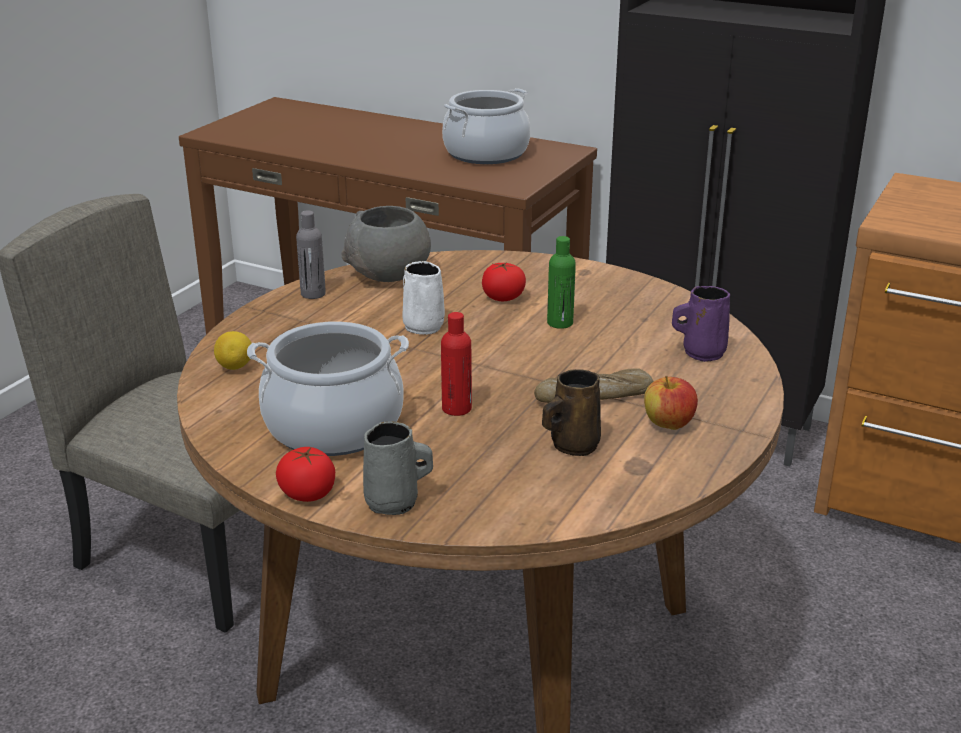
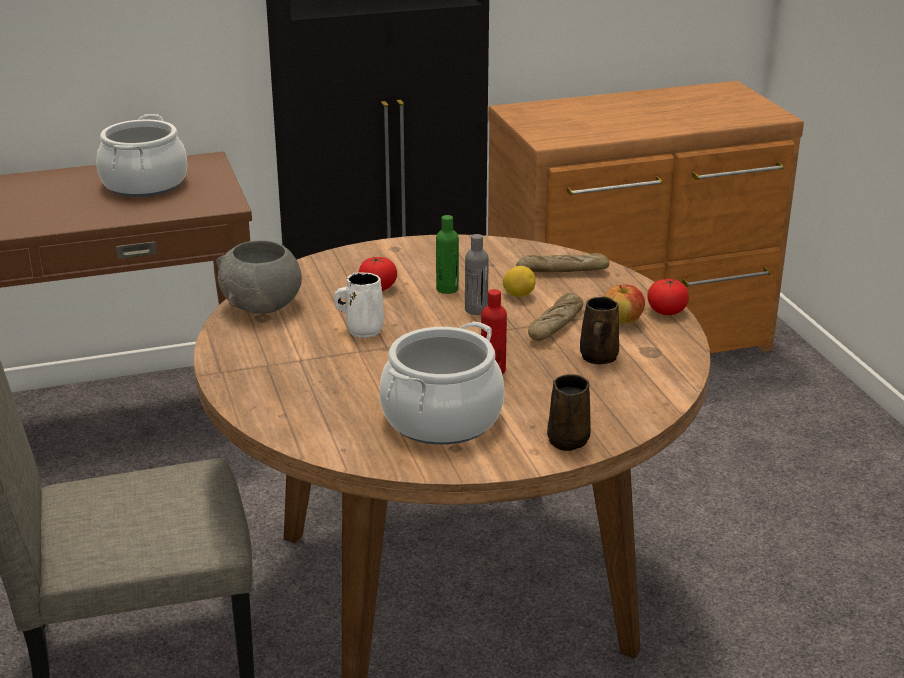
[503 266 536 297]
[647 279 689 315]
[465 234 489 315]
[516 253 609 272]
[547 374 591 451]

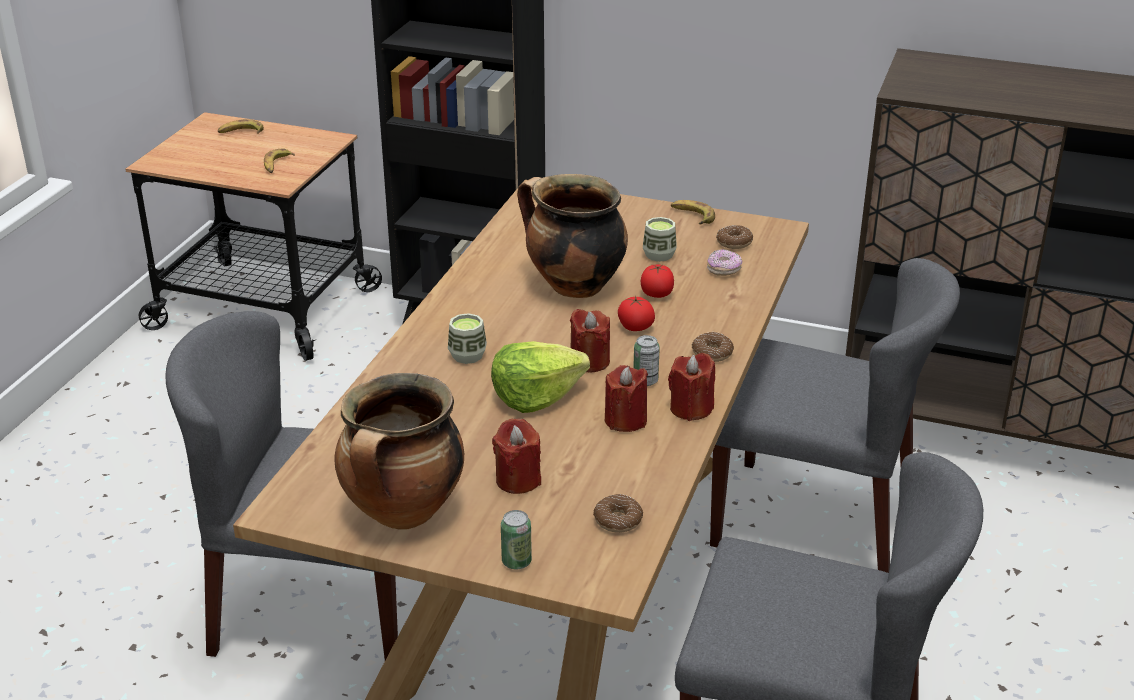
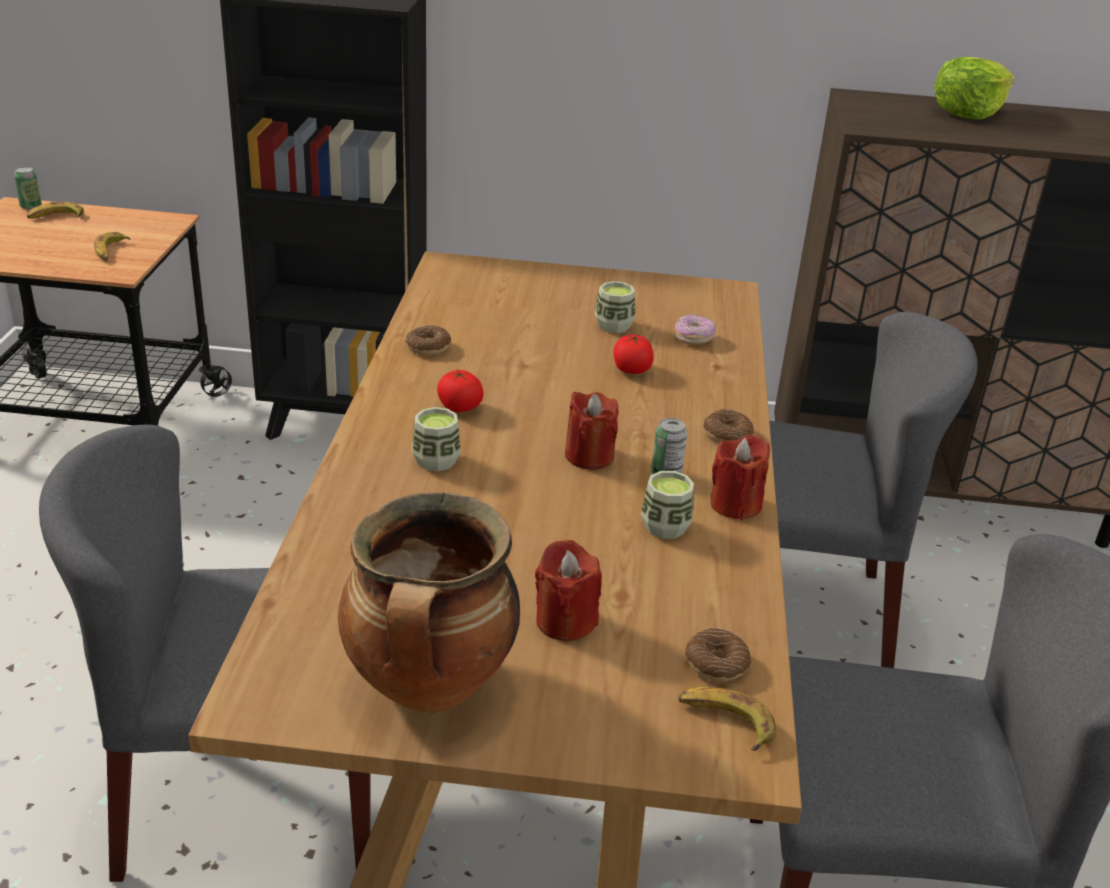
[517 174 628 298] (first image)
[934 57 1014 119]
[14 167 41 210]
[437 369 483 412]
[678 687 776 751]
[405 325 451 355]
[641 471 694 539]

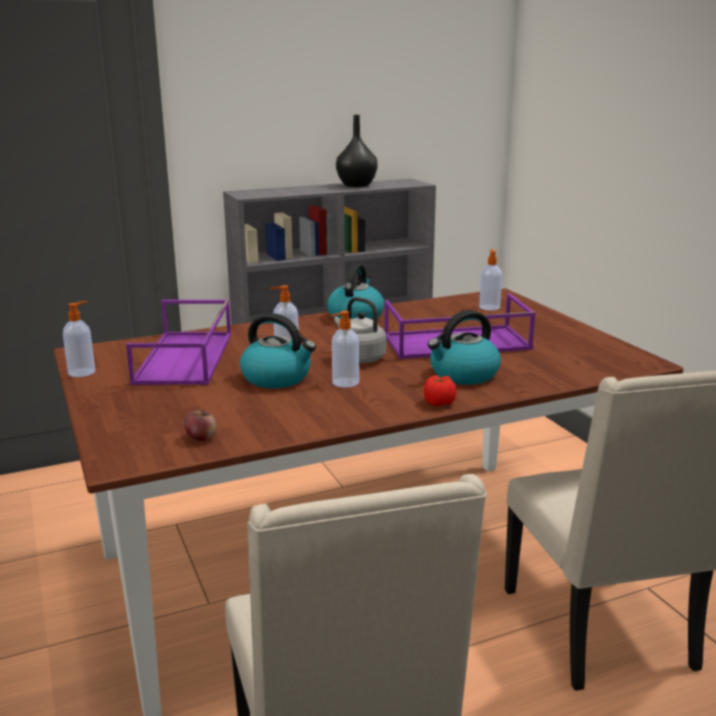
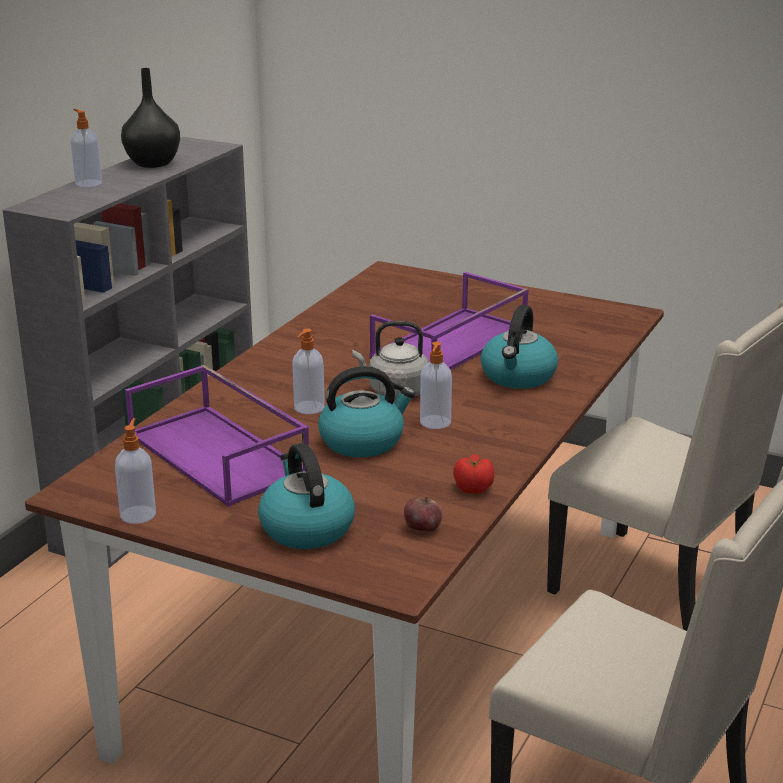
[258 443 355 549]
[453 454 495 494]
[71 109 102 187]

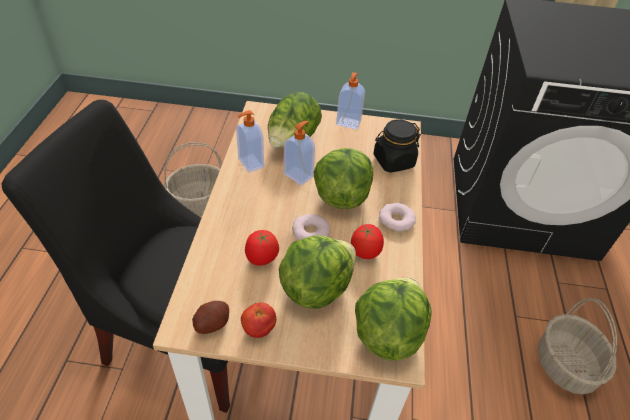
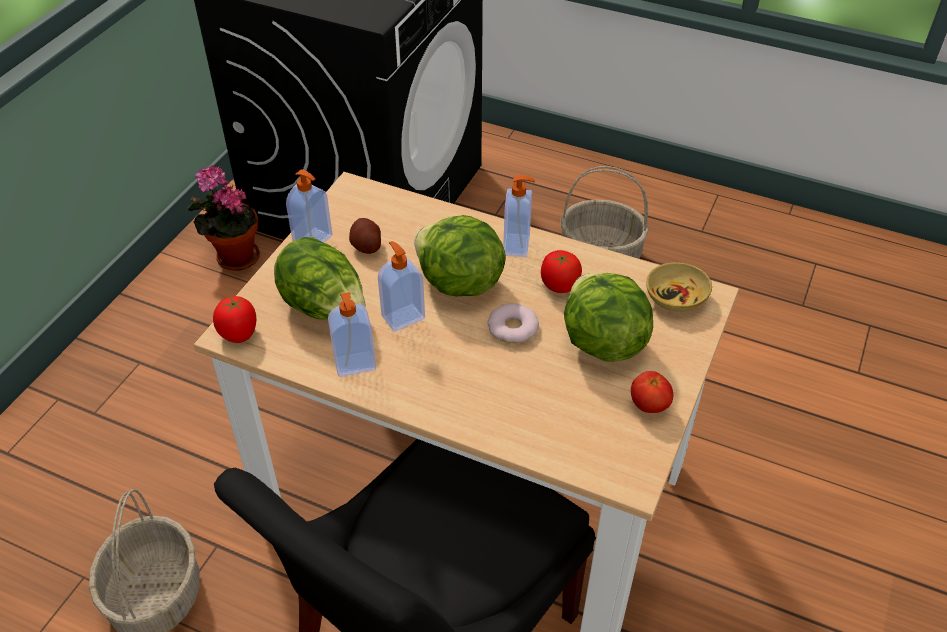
[373 119 421 173] (first image)
[188 165 260 271]
[349 218 381 254]
[213 296 256 343]
[646 262 712 312]
[503 175 535 257]

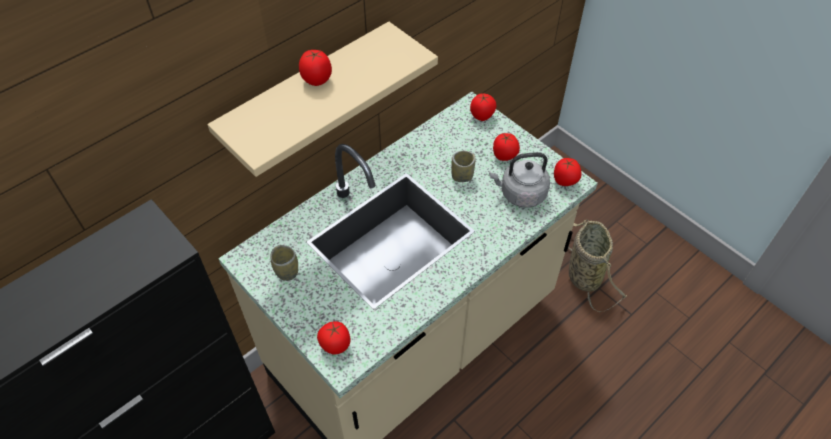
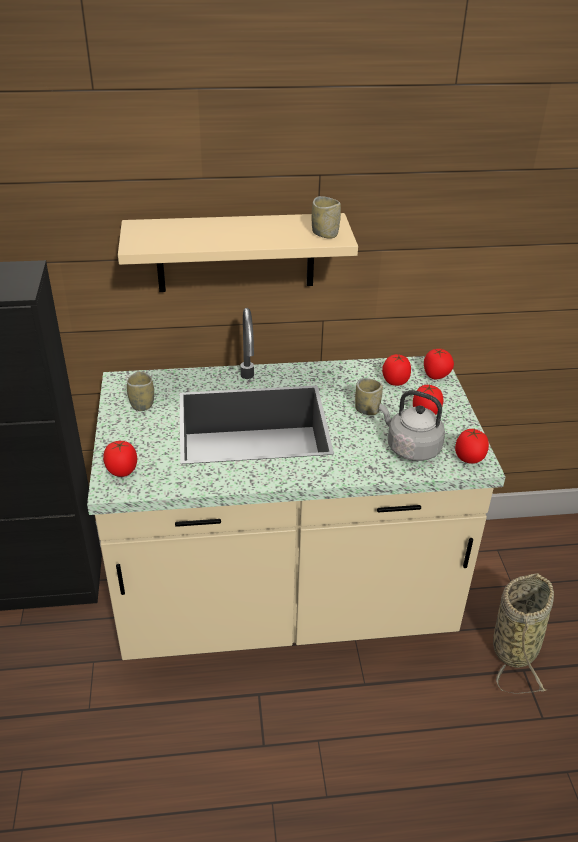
[311 196 341 239]
[382 354 411 386]

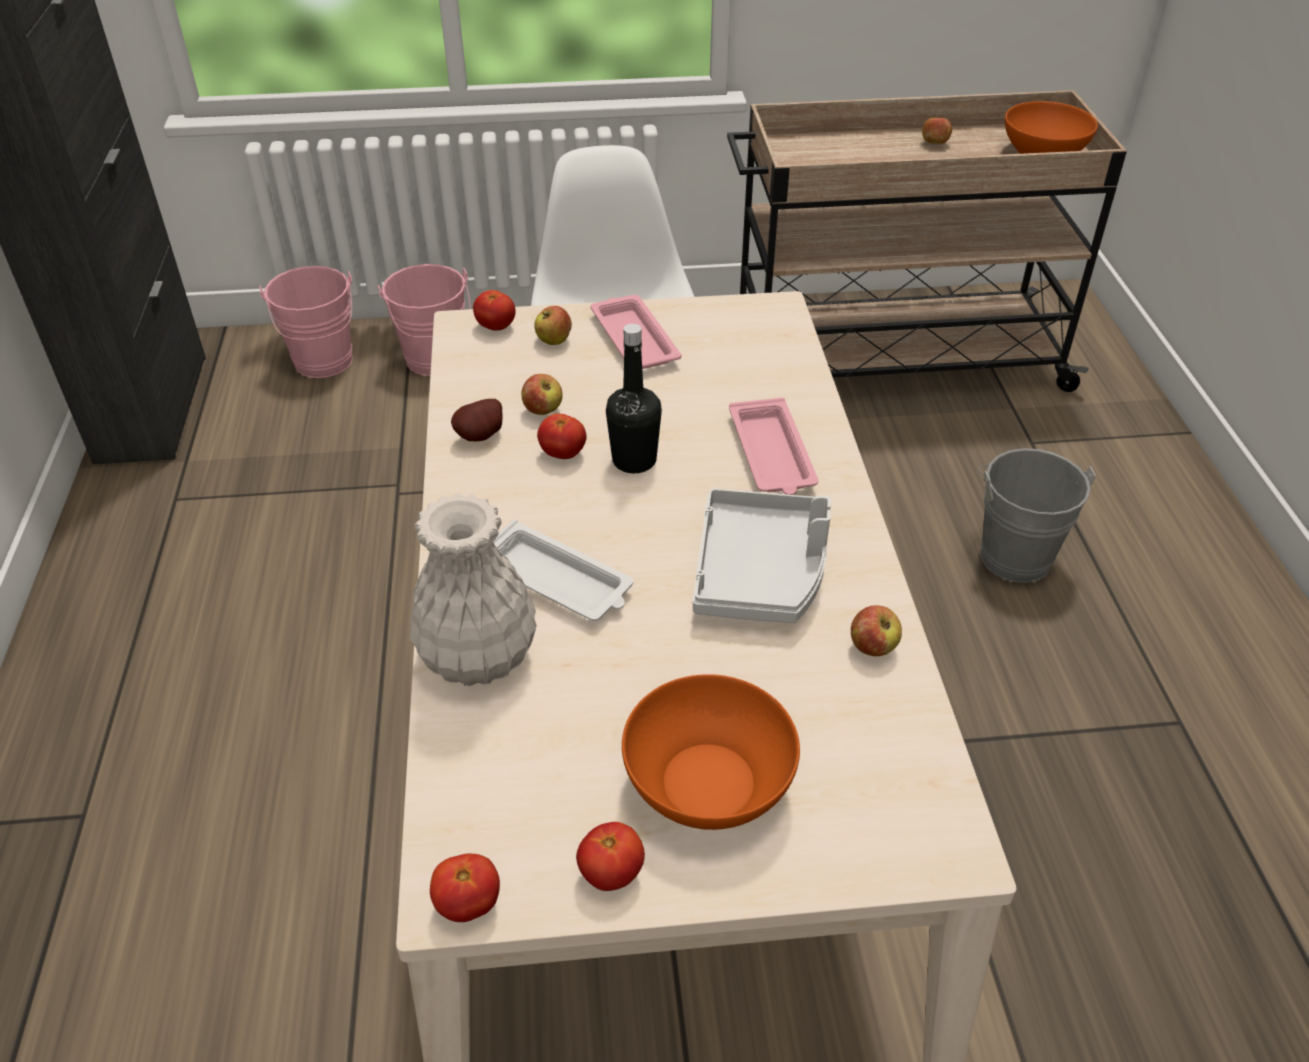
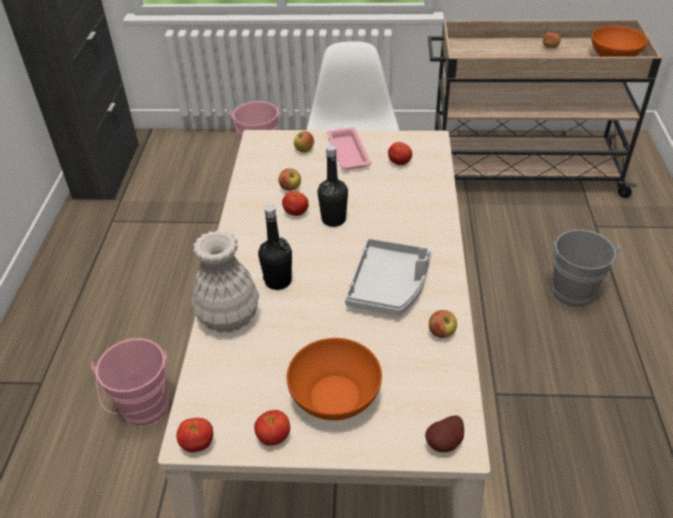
[729 398 818 495] (first image)
[91 338 169 427]
[425 416 464 452]
[388 142 412 165]
[258 205 292 290]

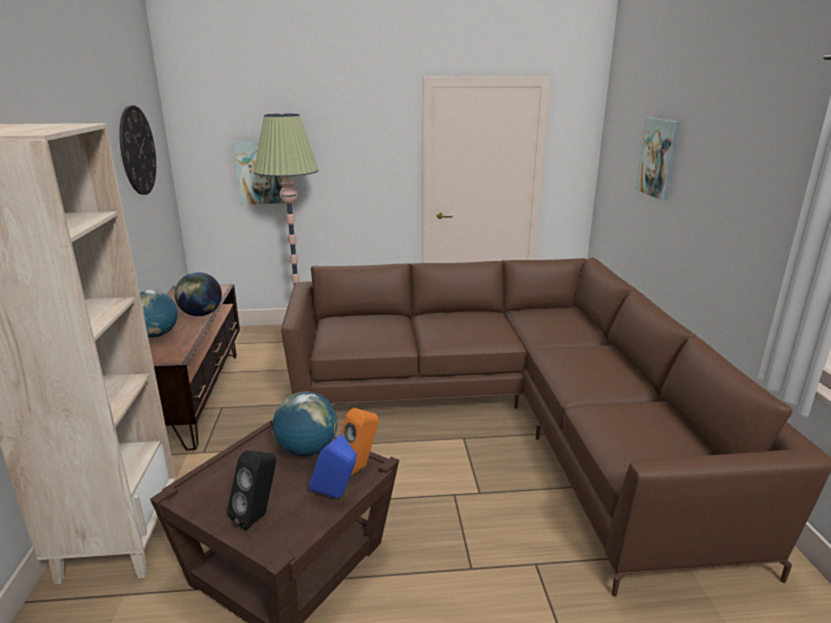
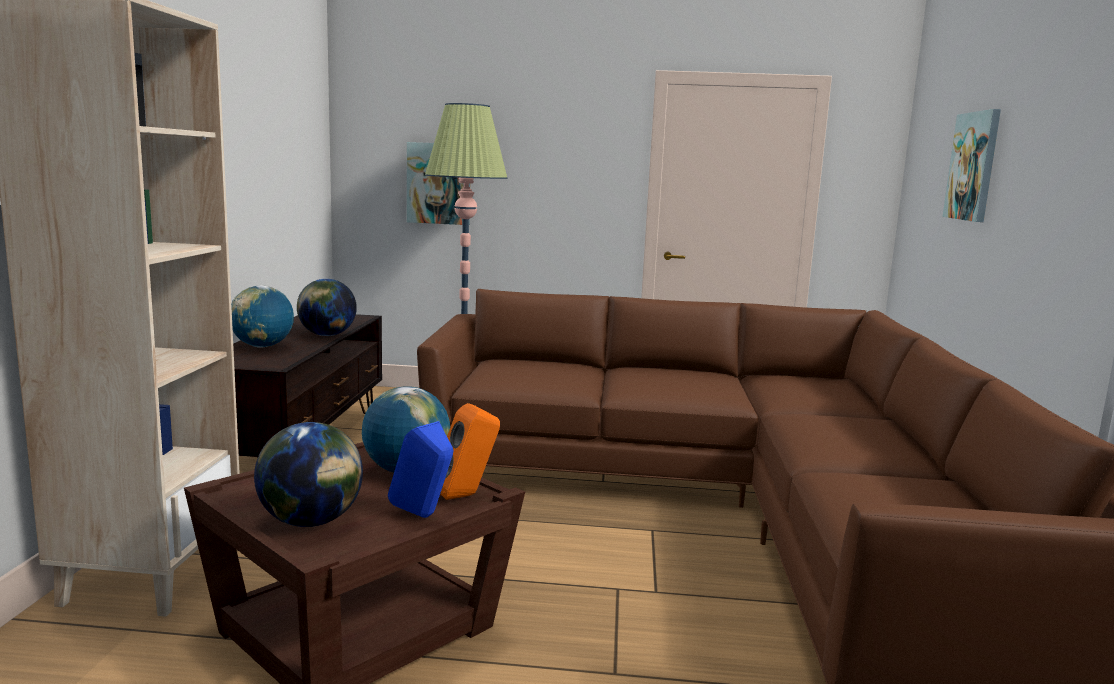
[119 105 156 195] (first image)
[254 422 363 527]

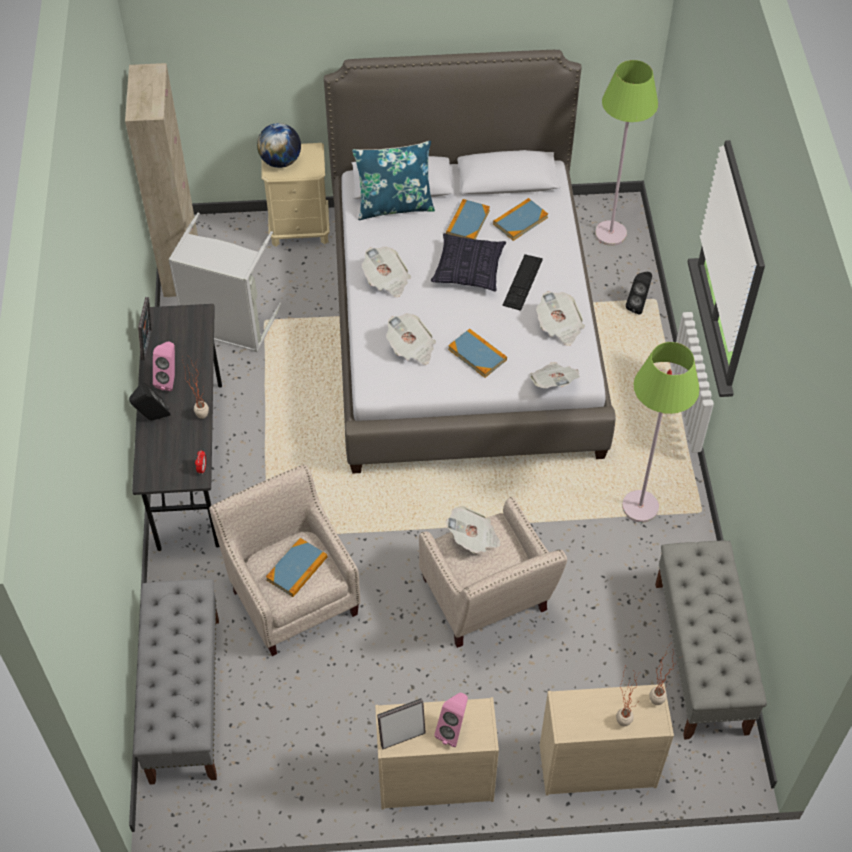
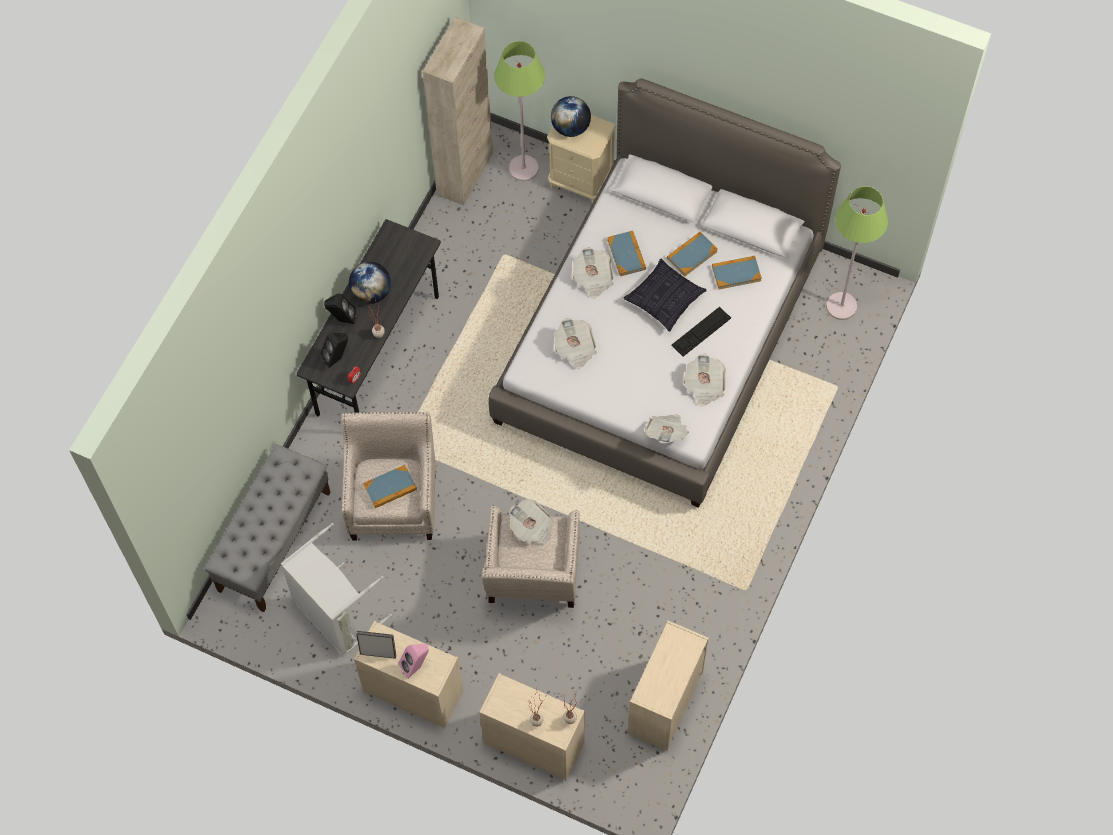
[138 297 152 361] (first image)
[352 141 435 220] (first image)
[281 523 392 657]
[607 231 646 276]
[494 41 545 181]
[321 333 348 368]
[349 262 391 304]
[627 620 709 751]

